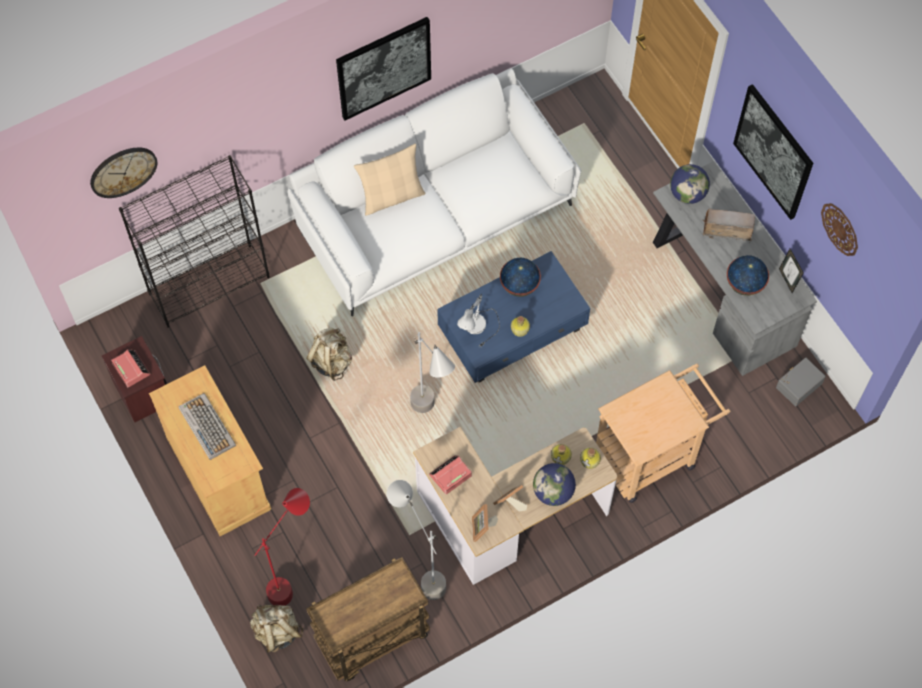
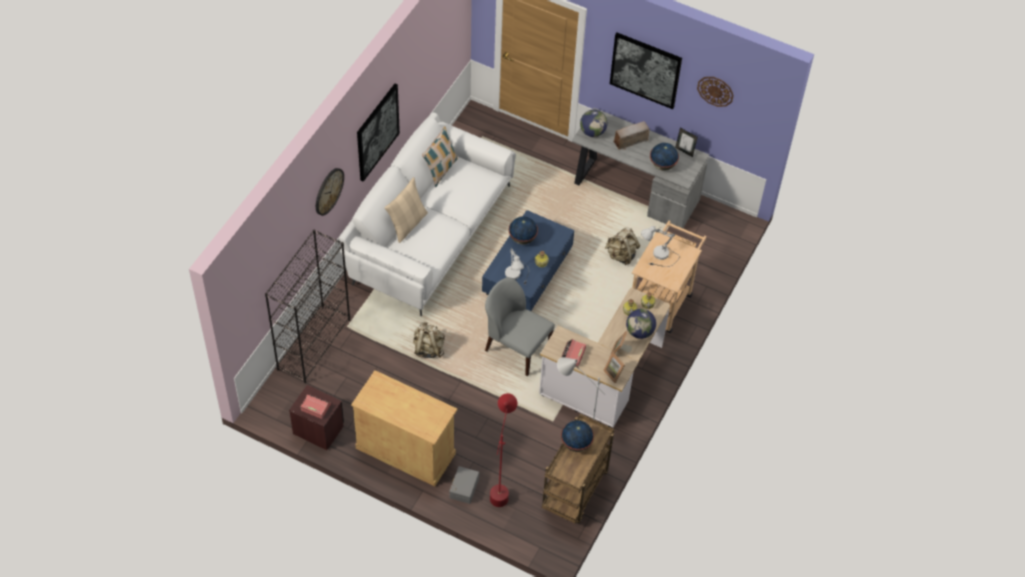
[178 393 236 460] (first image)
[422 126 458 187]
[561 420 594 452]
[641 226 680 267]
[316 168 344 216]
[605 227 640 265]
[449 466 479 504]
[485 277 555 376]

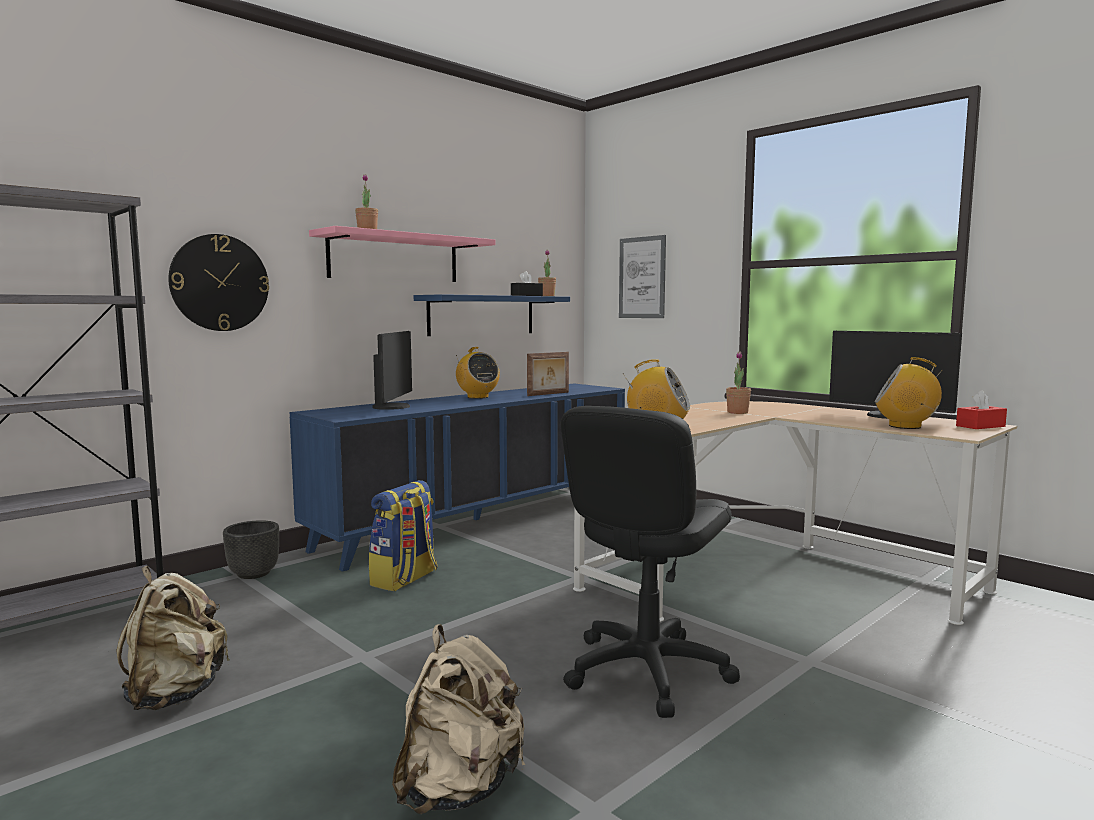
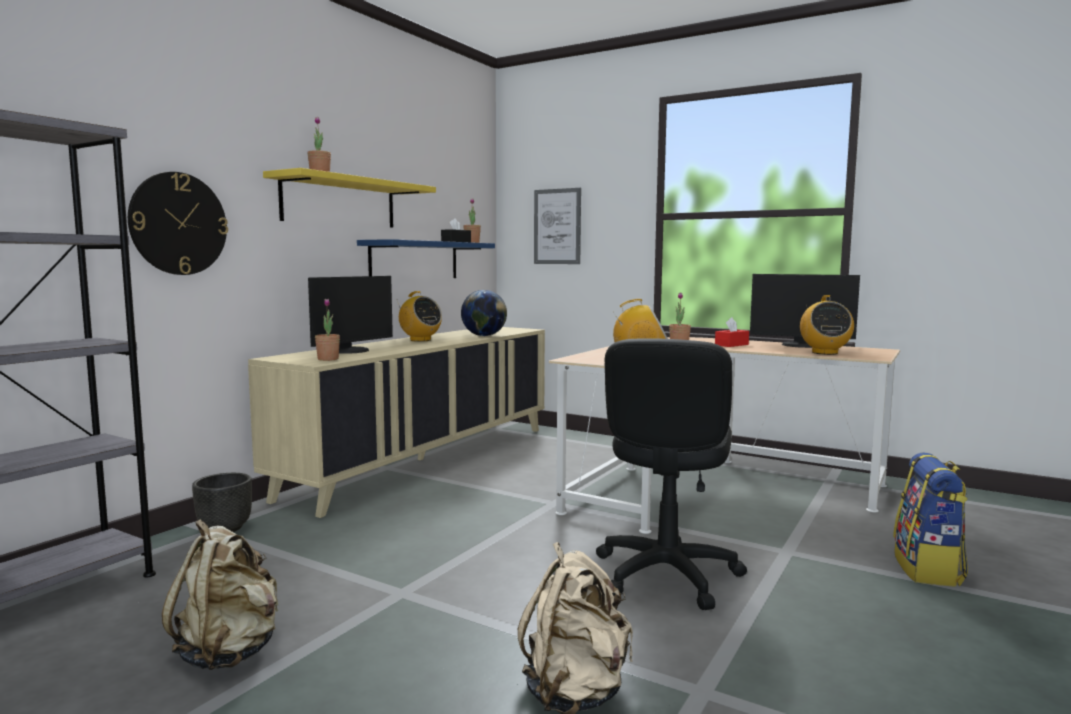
[315 299 340 361]
[893 453 968 587]
[715 317 749 347]
[461 290 507 336]
[248 327 545 518]
[263 168 436 228]
[308 276 393 354]
[800 295 854 355]

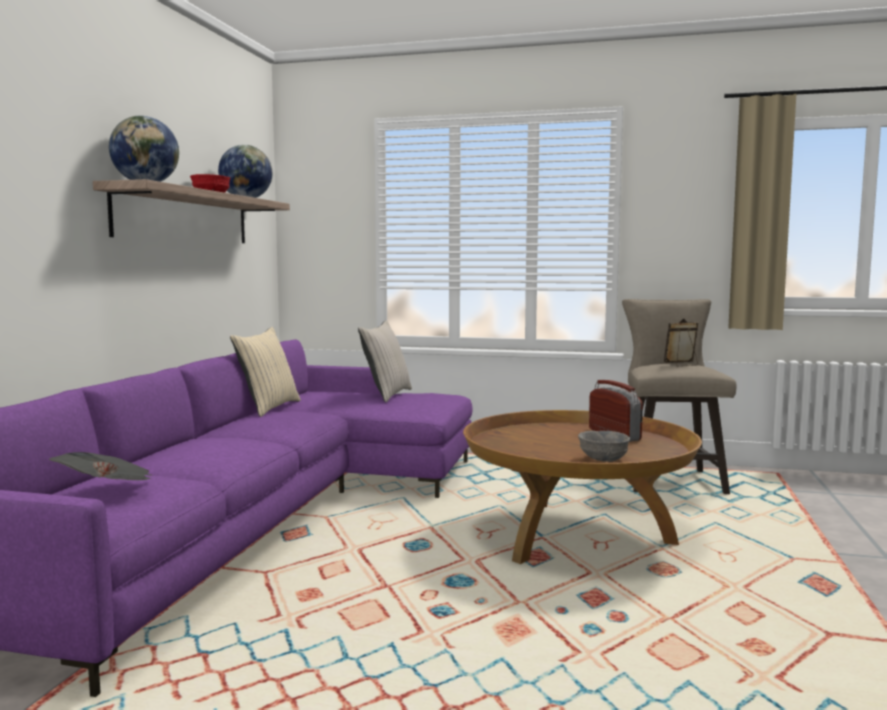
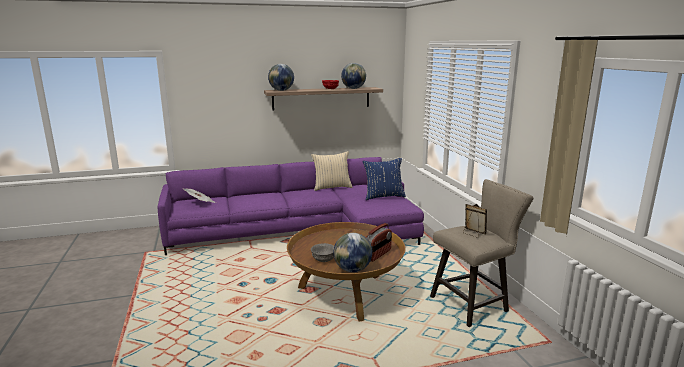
[333 233 372 272]
[363 158 406 200]

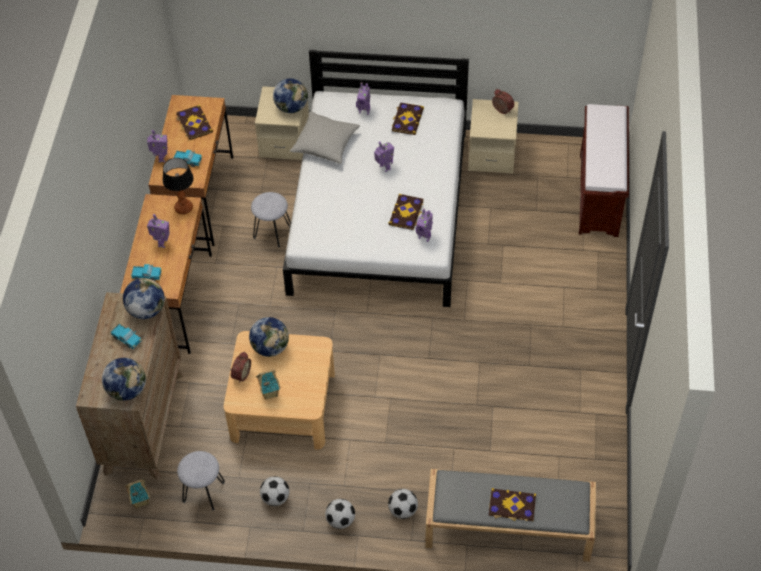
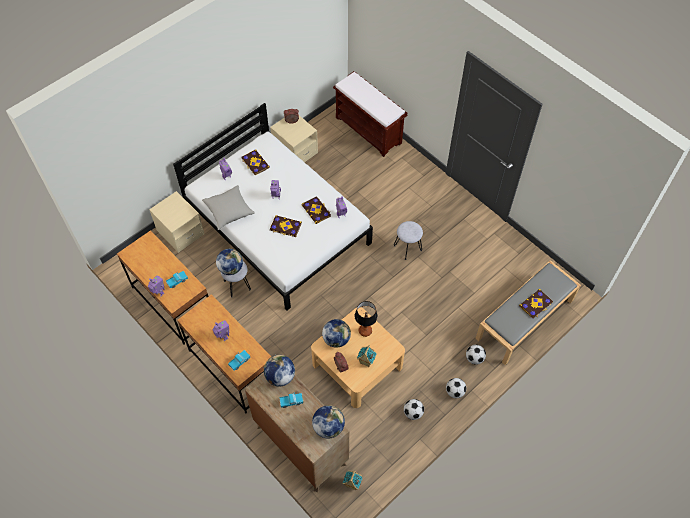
[355 301 378 337]
[270 215 302 237]
[394 221 423 260]
[216 249 243 275]

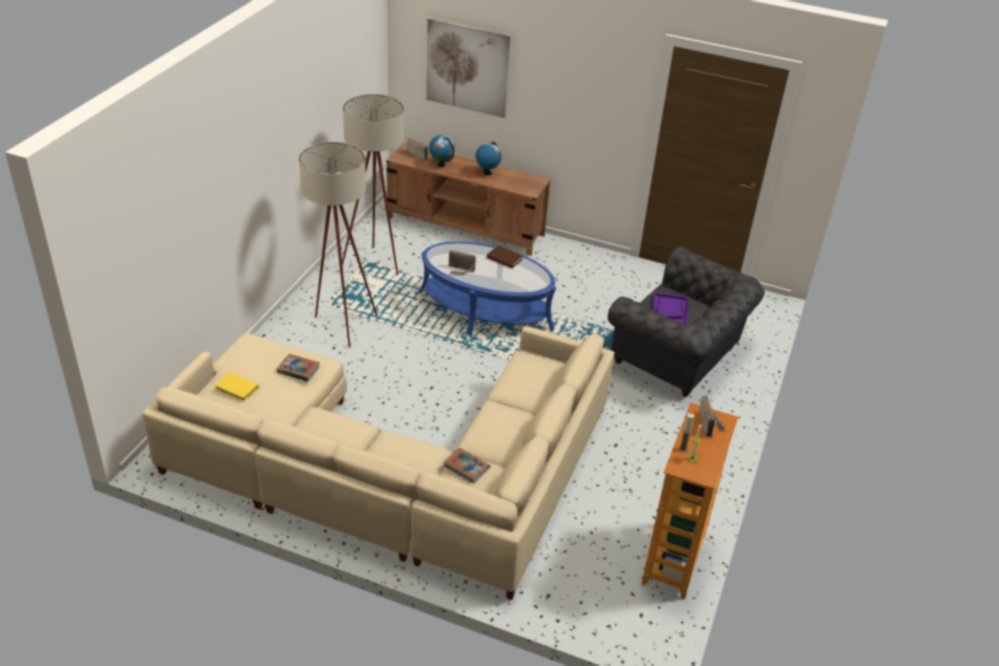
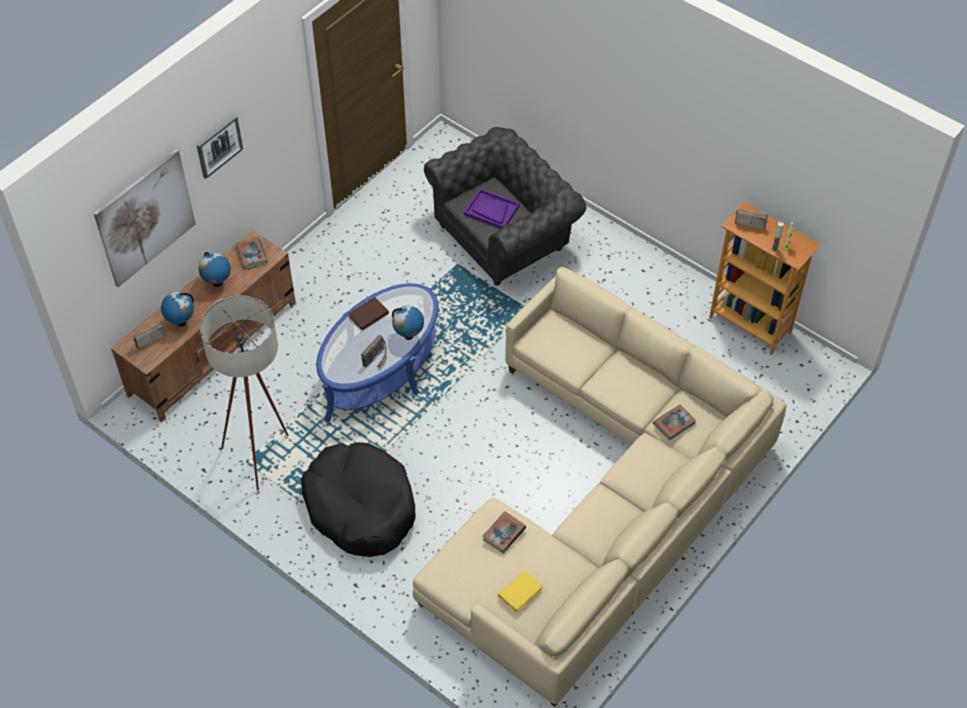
[197 115 243 179]
[235 237 268 269]
[392 306 424 340]
[301 442 416 557]

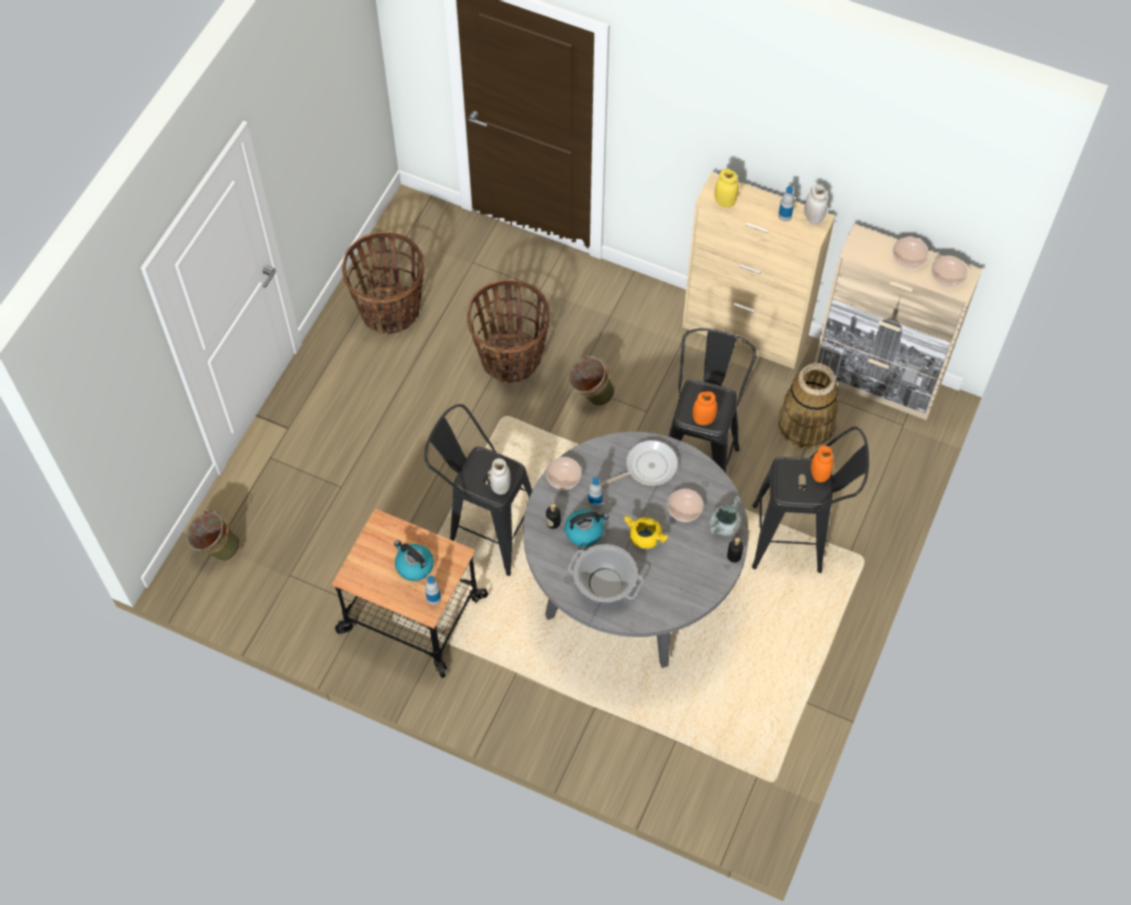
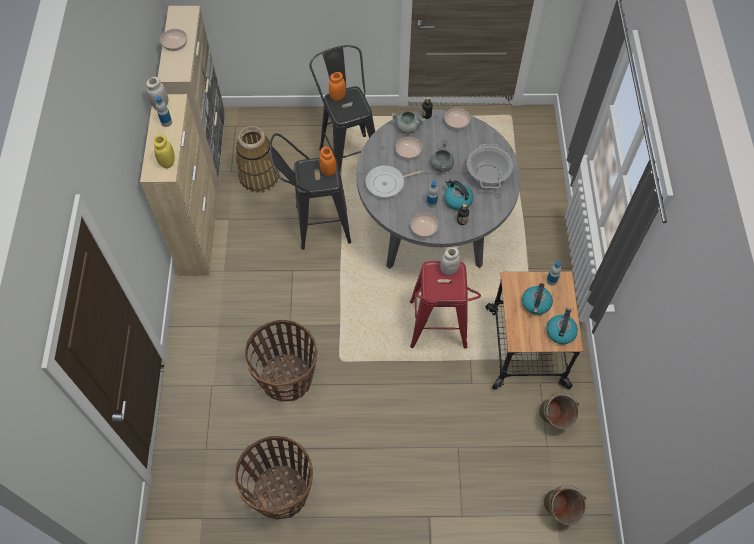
[546 308 578 344]
[539 392 579 429]
[445 108 470 130]
[410 261 481 349]
[430 140 454 172]
[365 165 424 198]

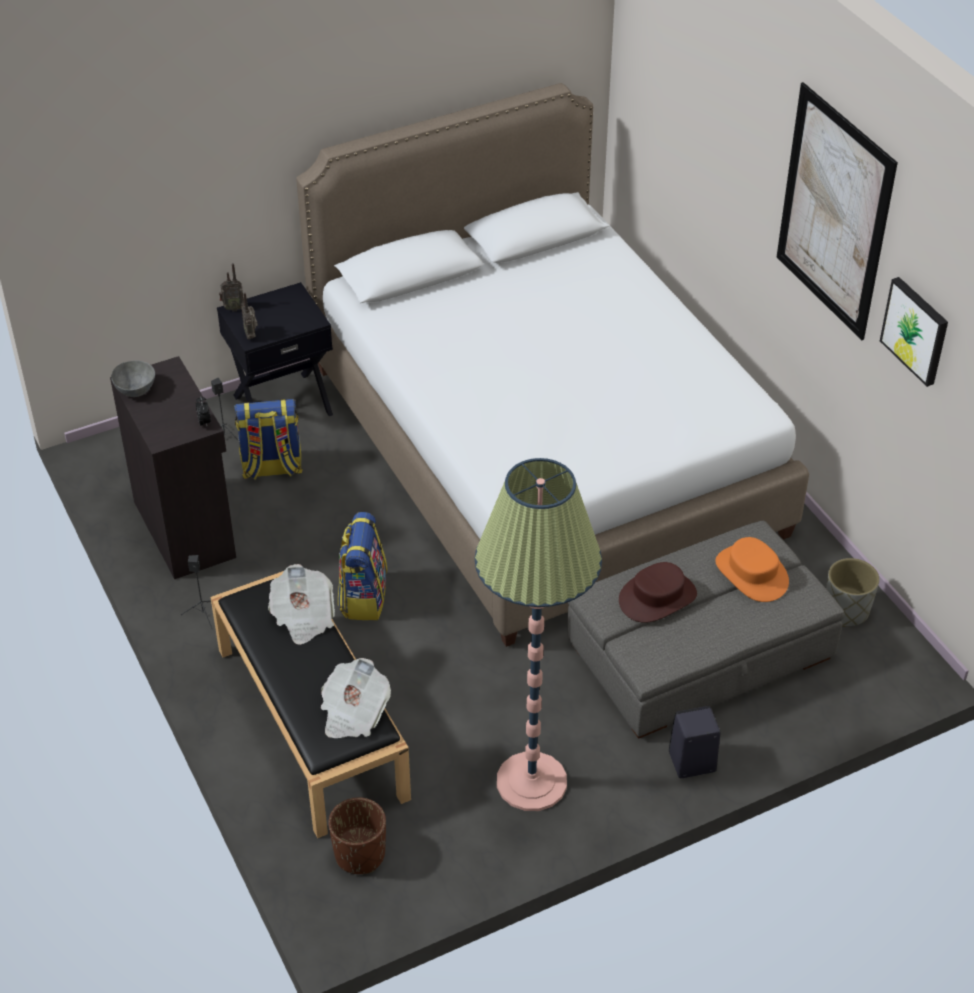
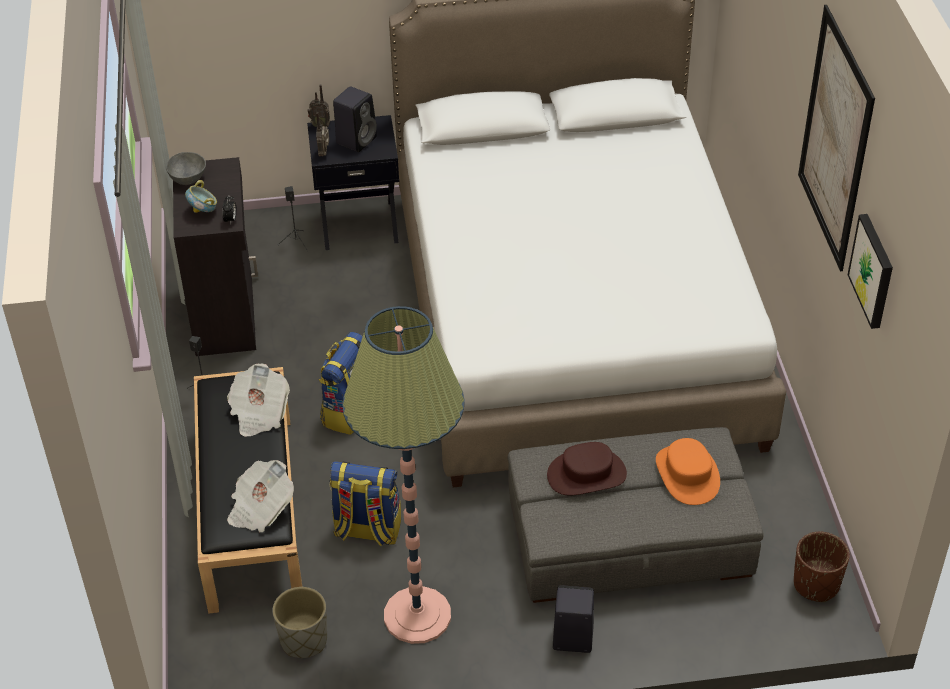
[185 180 217 213]
[333 86 377 152]
[330 461 401 546]
[794 532 850 602]
[272 587 327 658]

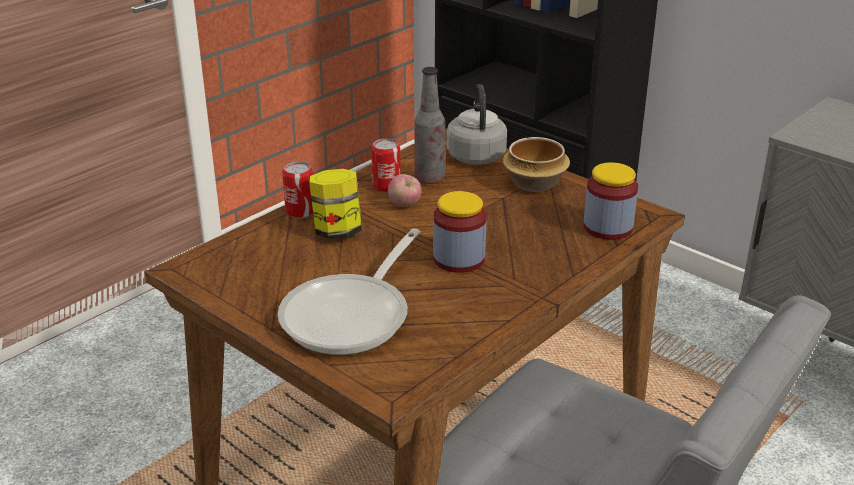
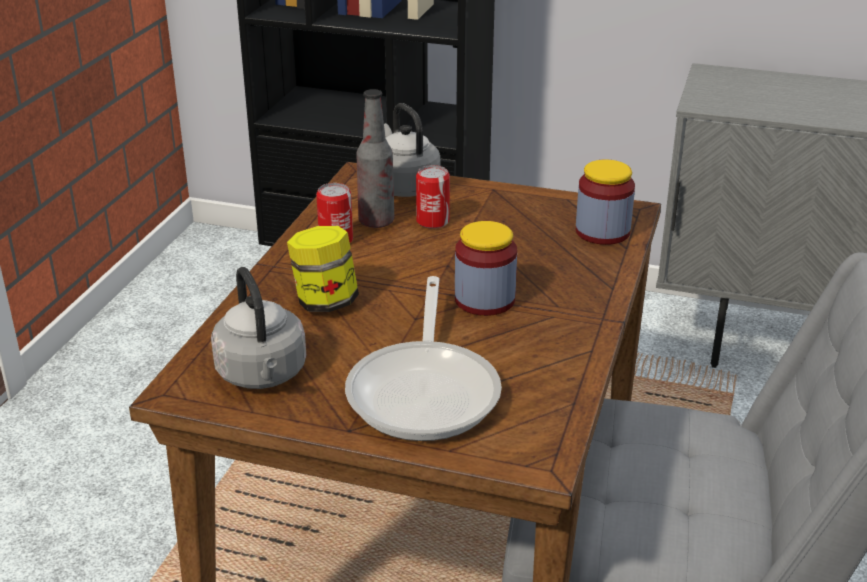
[388 174 421 207] (first image)
[503 137 570 192] (first image)
[211 267 306 389]
[416 165 450 229]

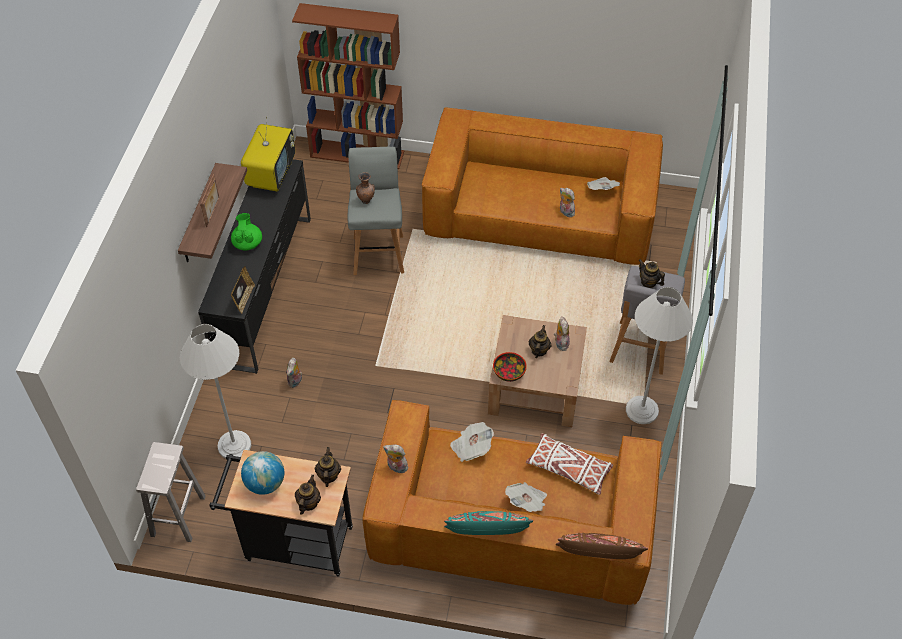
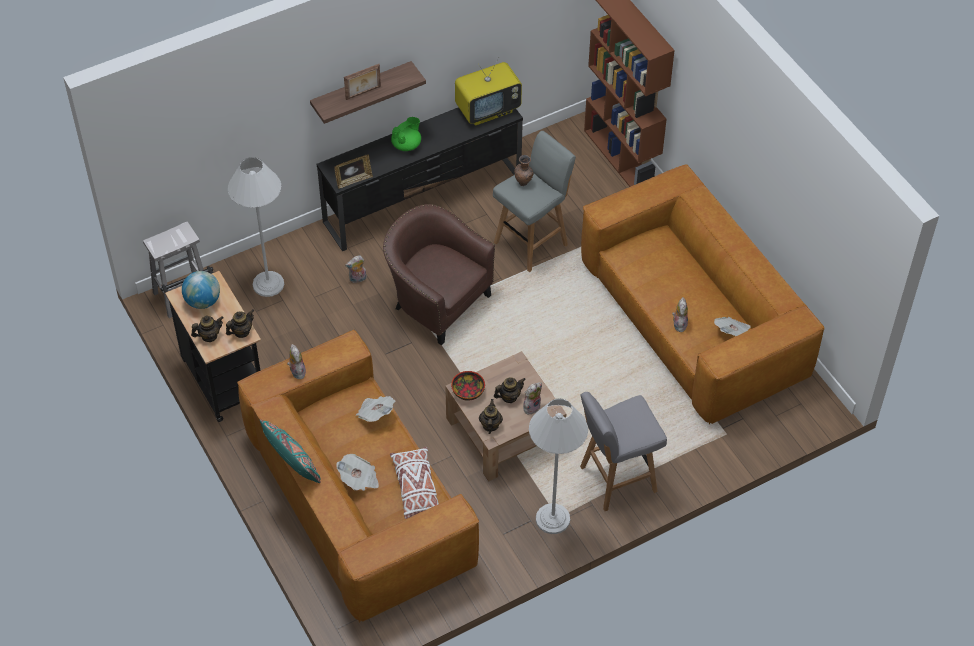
[556 533 648 559] (first image)
[383 204 495 345]
[479 399 503 434]

